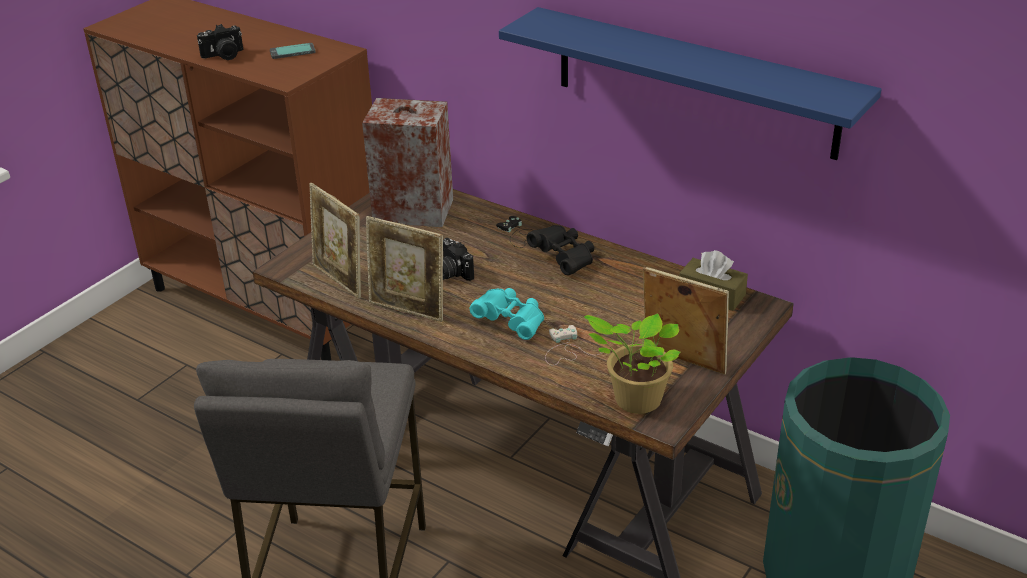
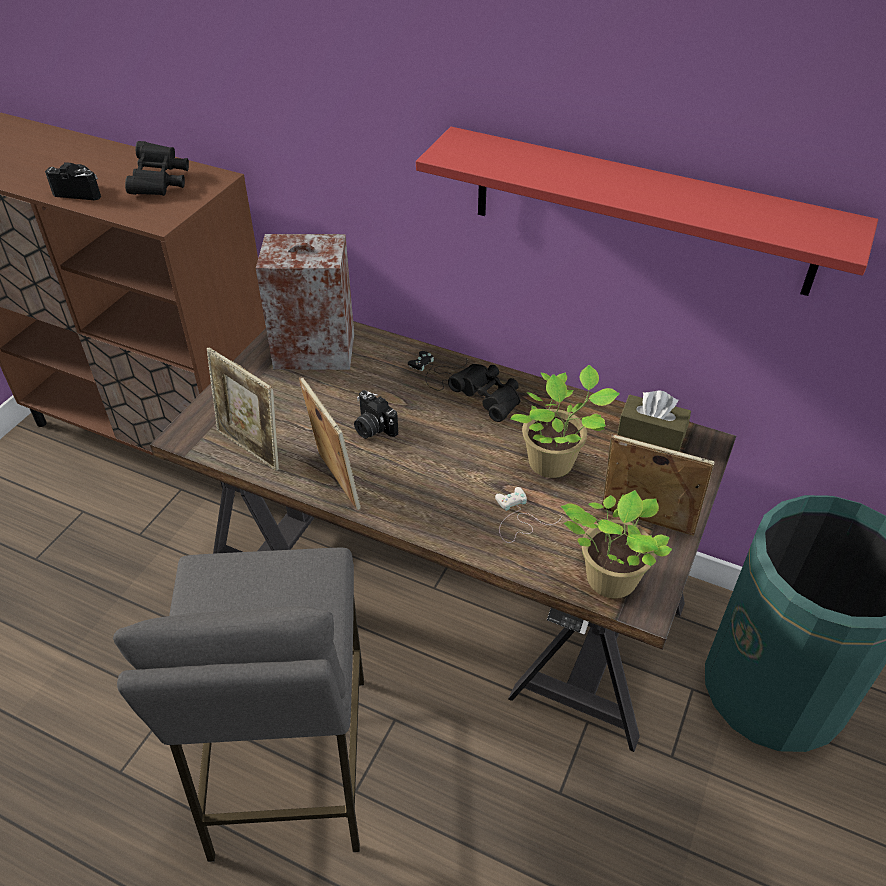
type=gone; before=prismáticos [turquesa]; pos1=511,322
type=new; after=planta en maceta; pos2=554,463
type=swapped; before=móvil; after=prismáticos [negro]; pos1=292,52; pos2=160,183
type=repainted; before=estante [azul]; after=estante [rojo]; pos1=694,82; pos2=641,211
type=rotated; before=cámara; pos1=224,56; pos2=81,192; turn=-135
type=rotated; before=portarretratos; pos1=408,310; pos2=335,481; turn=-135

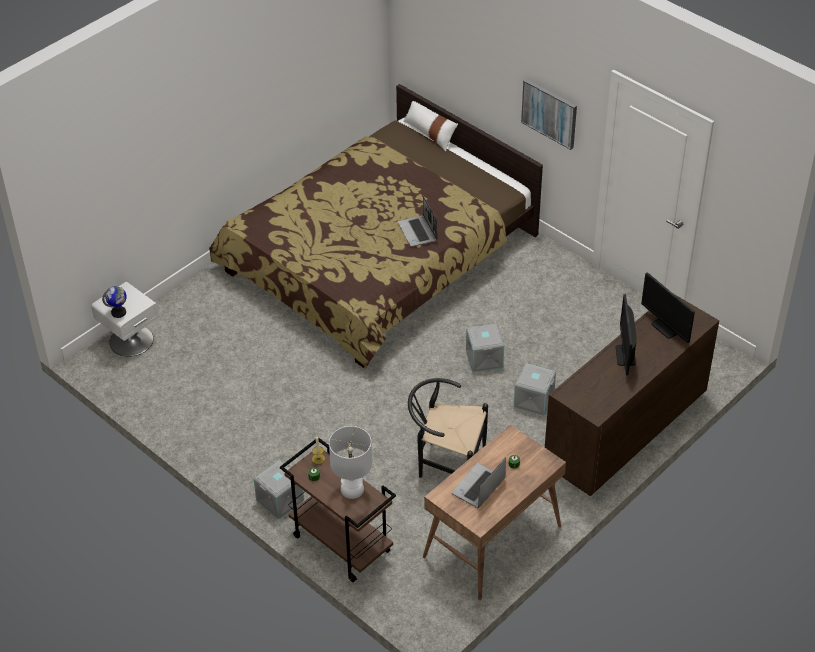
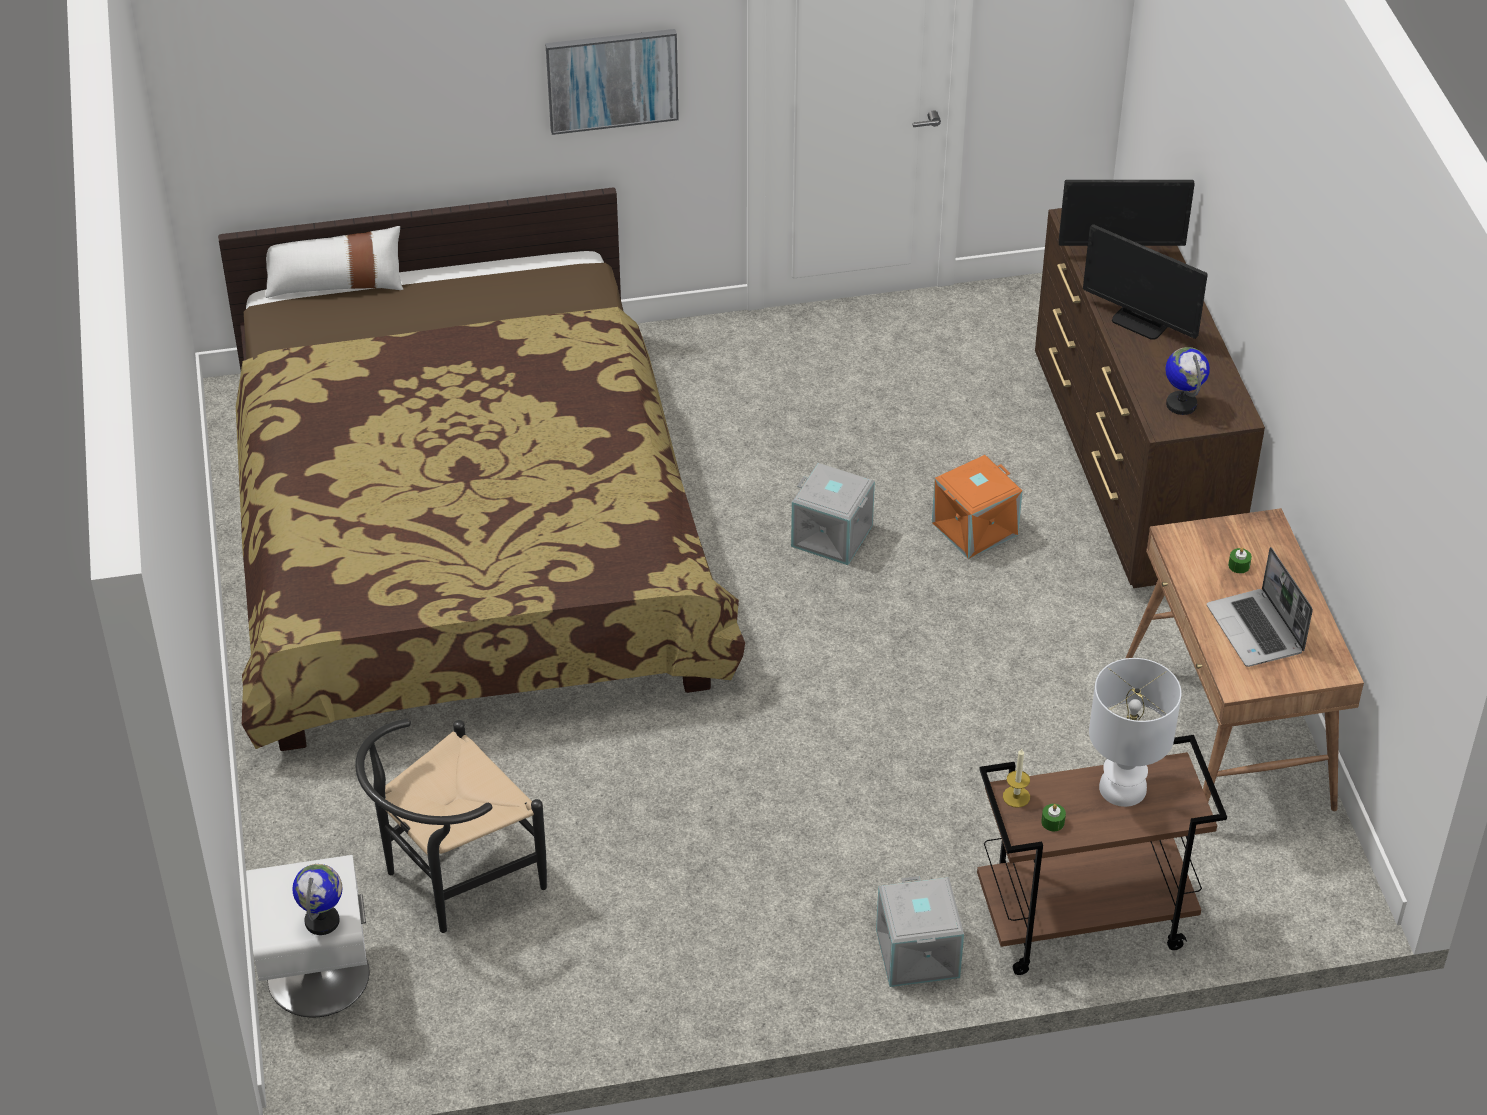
type=gone; before=portátil; pos1=418,232
type=new; after=globo terráqueo; pos2=1181,404
type=shifted; before=silla [negro]; pos1=446,463; pos2=451,880
type=repainted; before=caja de almacenaje [gris]; after=caja de almacenaje [naranja]; pos1=533,400; pos2=975,530

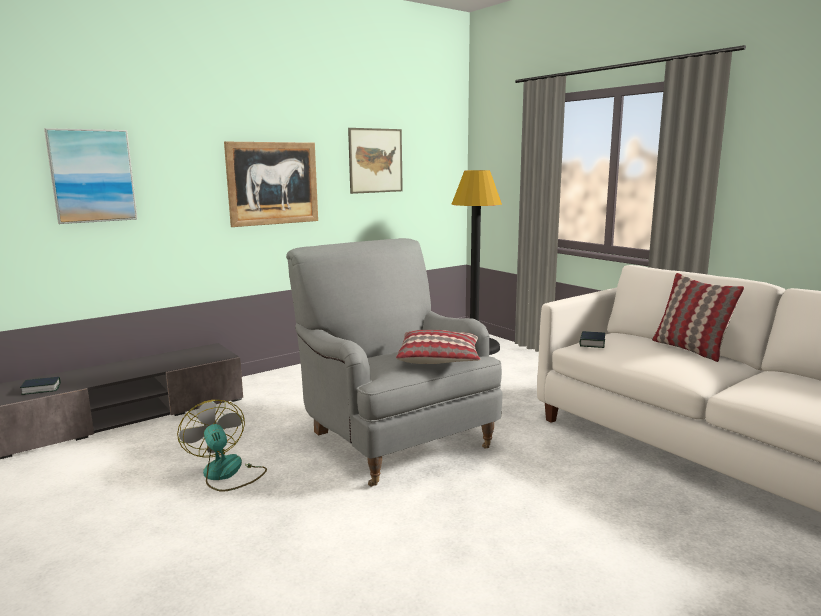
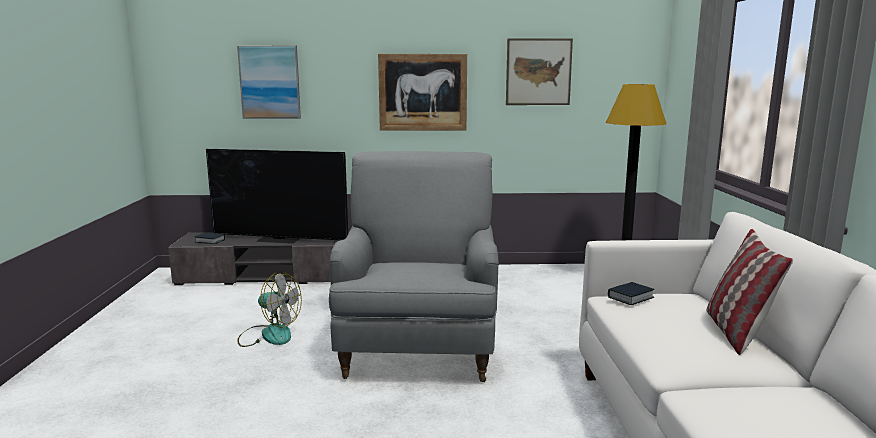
type=gone; before=cojín; pos1=440,358
type=new; after=televisor; pos2=280,239
type=rotated; before=ventilador; pos1=226,474; pos2=269,335; turn=105

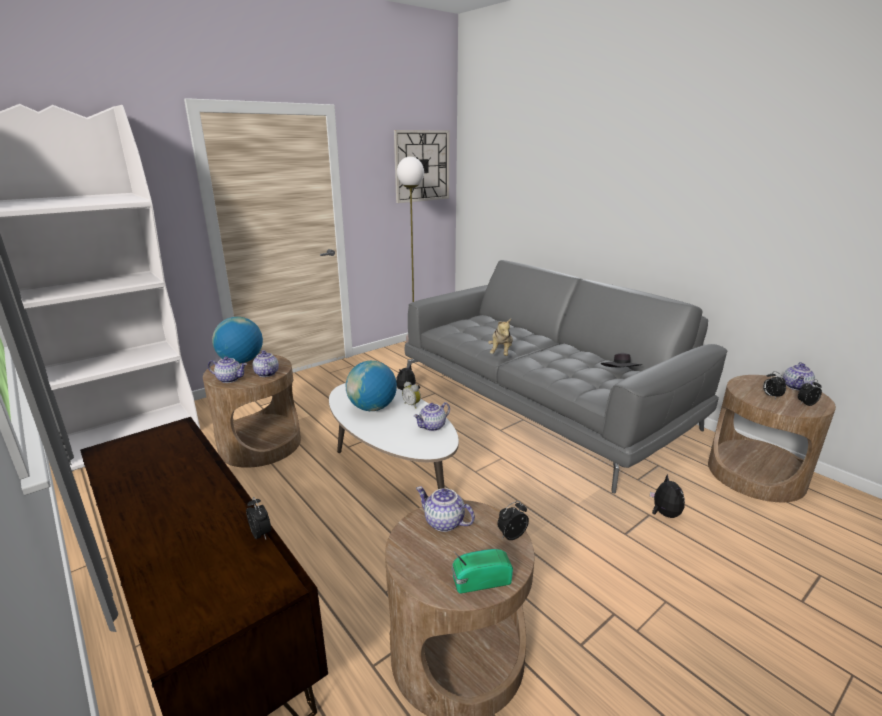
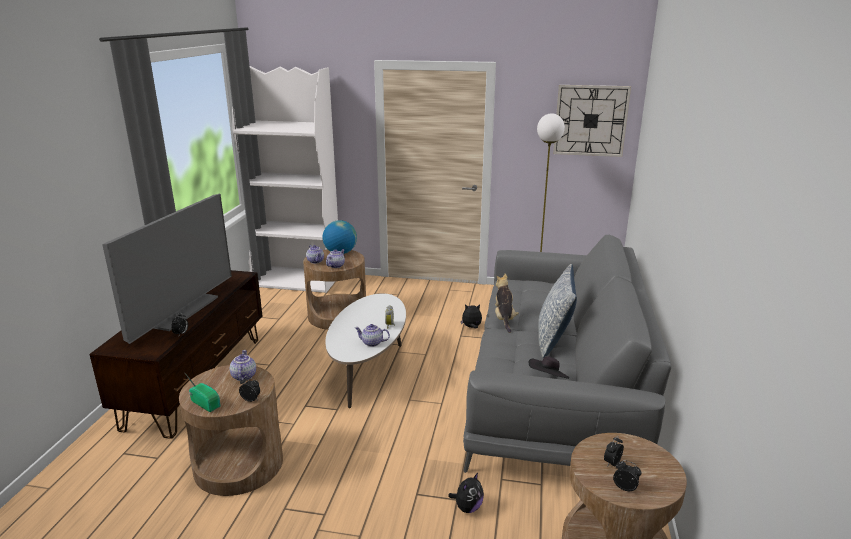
type=gone; before=globo terráqueo; pos1=372,408
type=gone; before=tetera; pos1=796,387
type=new; after=televisor; pos2=179,310
type=new; after=cojín; pos2=554,339
type=rotated; before=peluche; pos1=501,353; pos2=504,319; turn=120

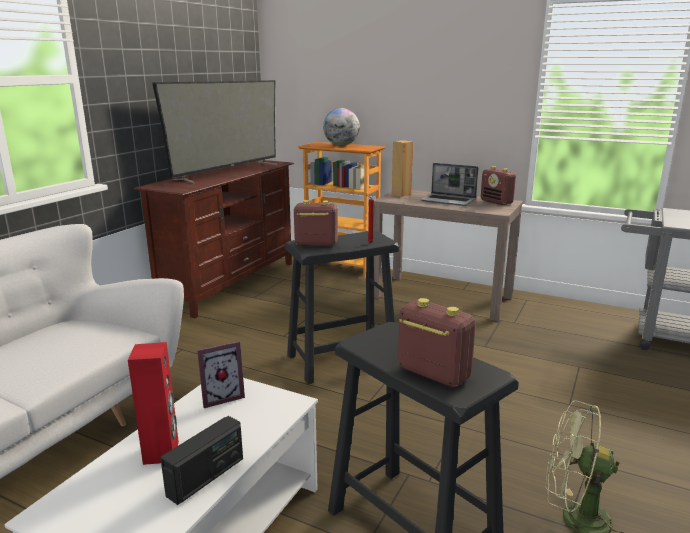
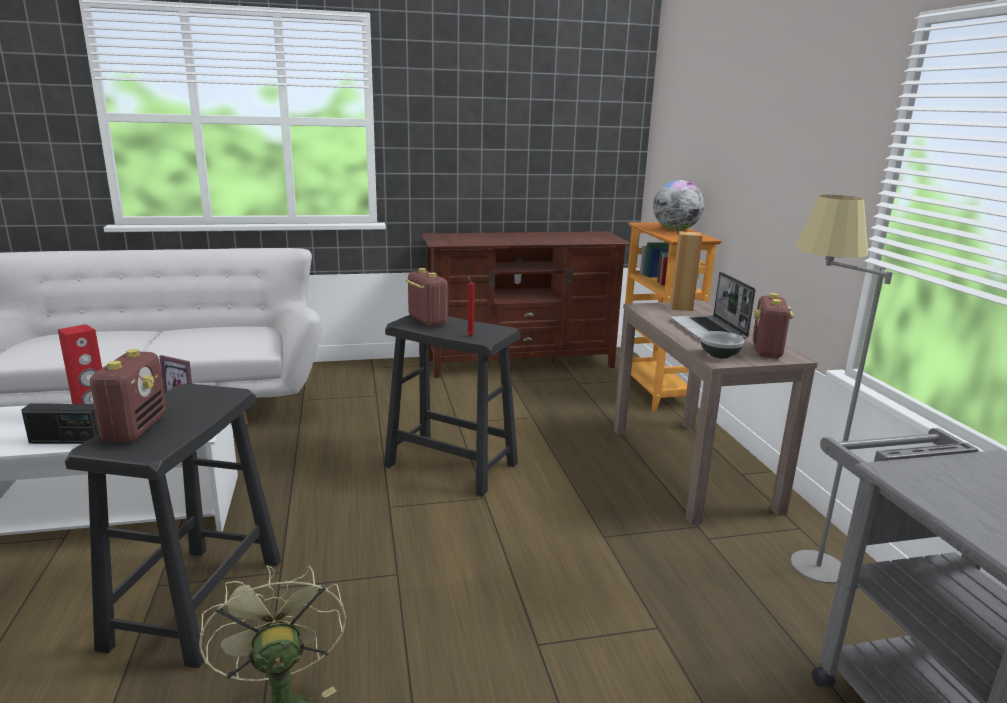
type=gone; before=televisor; pos1=227,172
type=new; after=cuenco; pos2=719,355
type=new; after=lámpara de pie [gris]; pos2=793,565

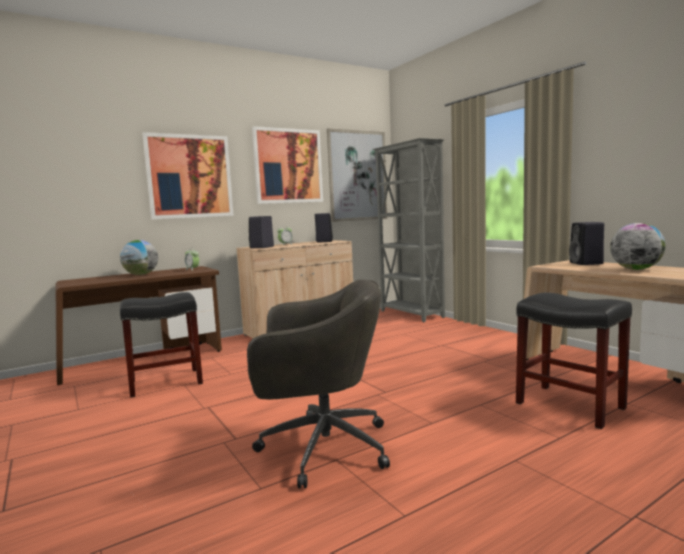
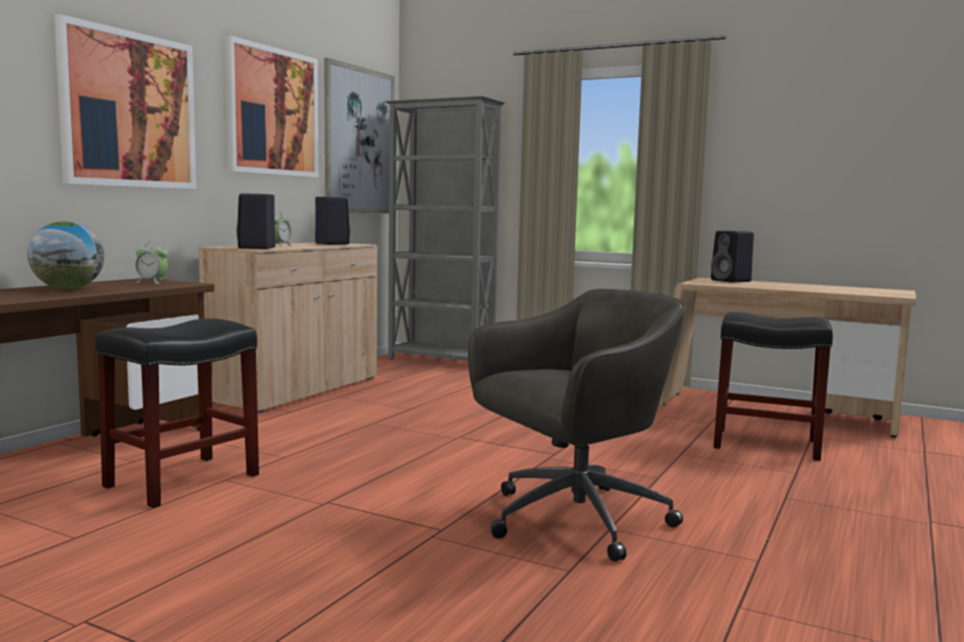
type=gone; before=globo terráqueo; pos1=636,269

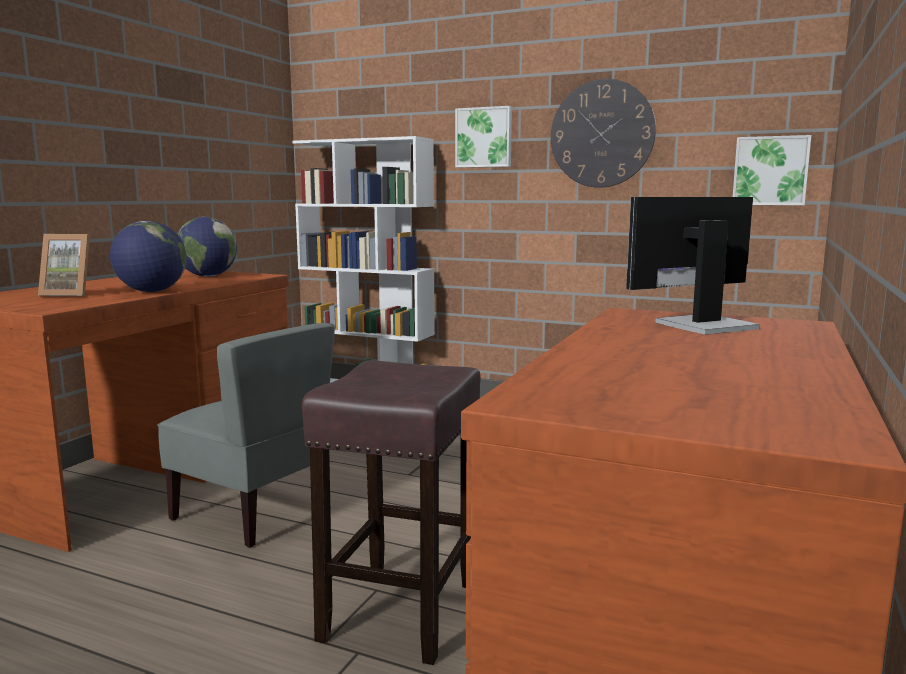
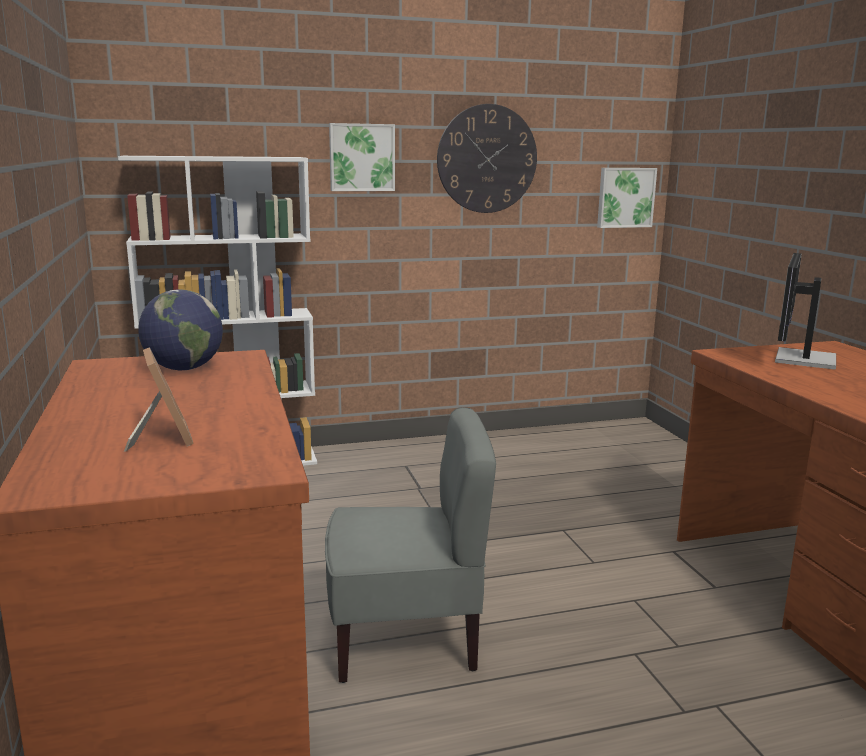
type=gone; before=globo terráqueo; pos1=151,291
type=gone; before=taburete [marrón]; pos1=401,609
type=rotated; before=portarretratos; pos1=70,294; pos2=162,438; turn=-75

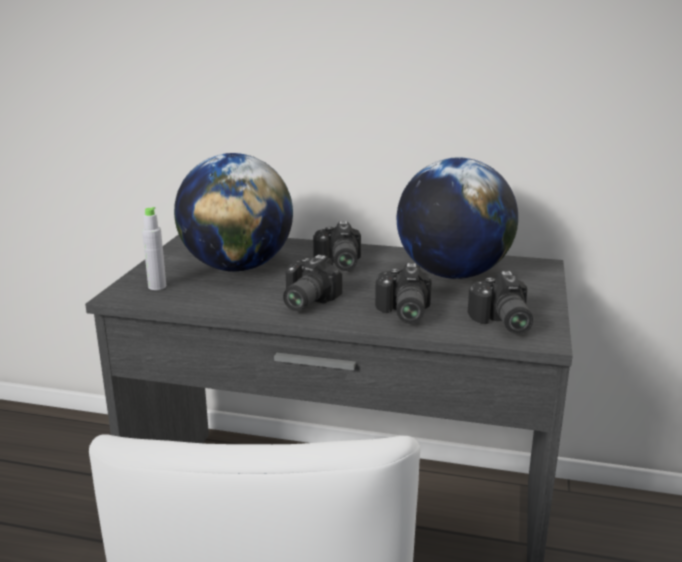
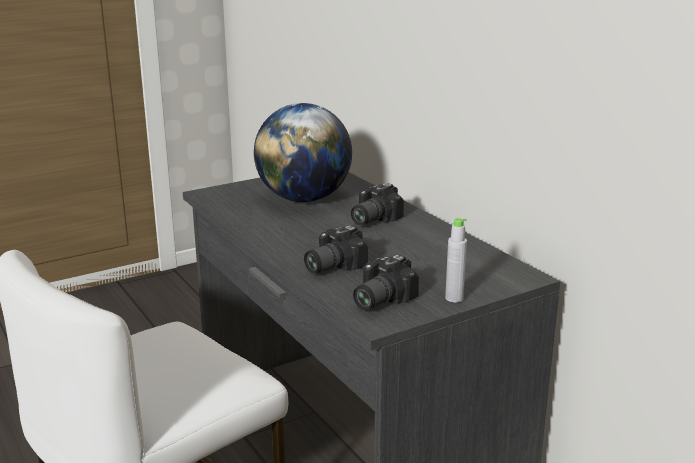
type=gone; before=cámara; pos1=304,301
type=gone; before=globo terráqueo; pos1=453,274
type=shifted; before=botella [gris]; pos1=157,286; pos2=454,298

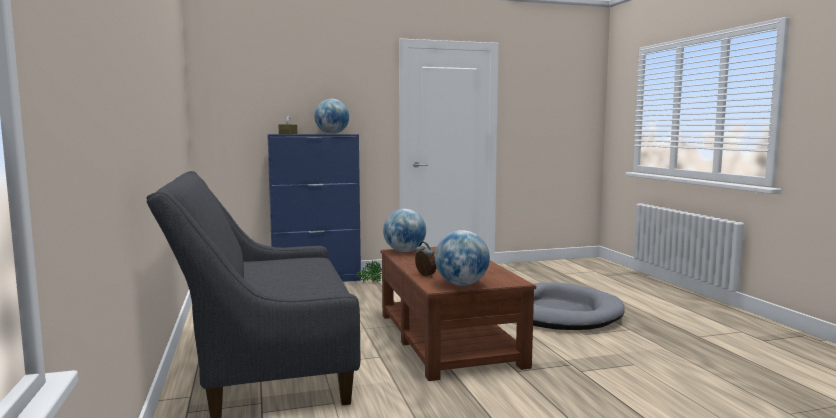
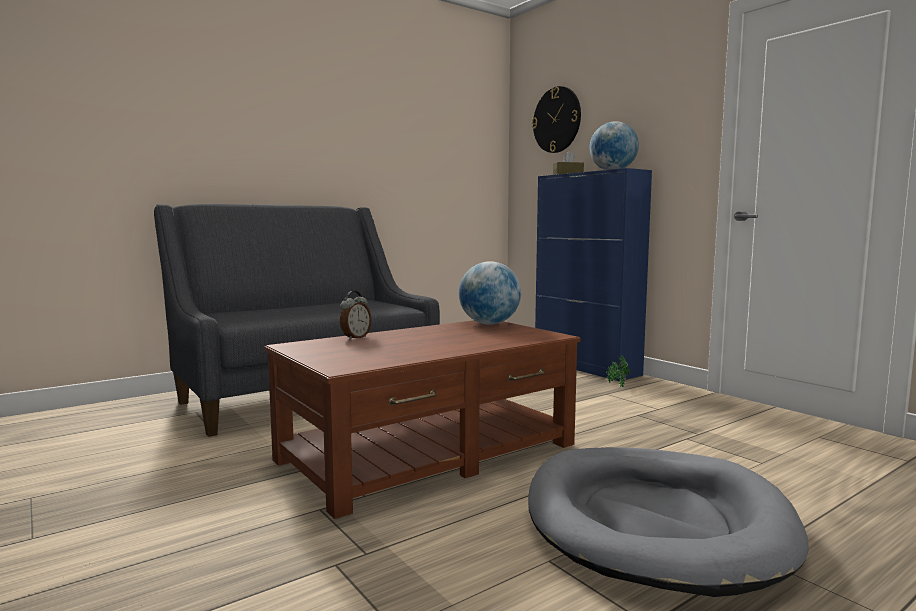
type=gone; before=globo terráqueo; pos1=461,284
type=new; after=reloj de pared; pos2=557,120

